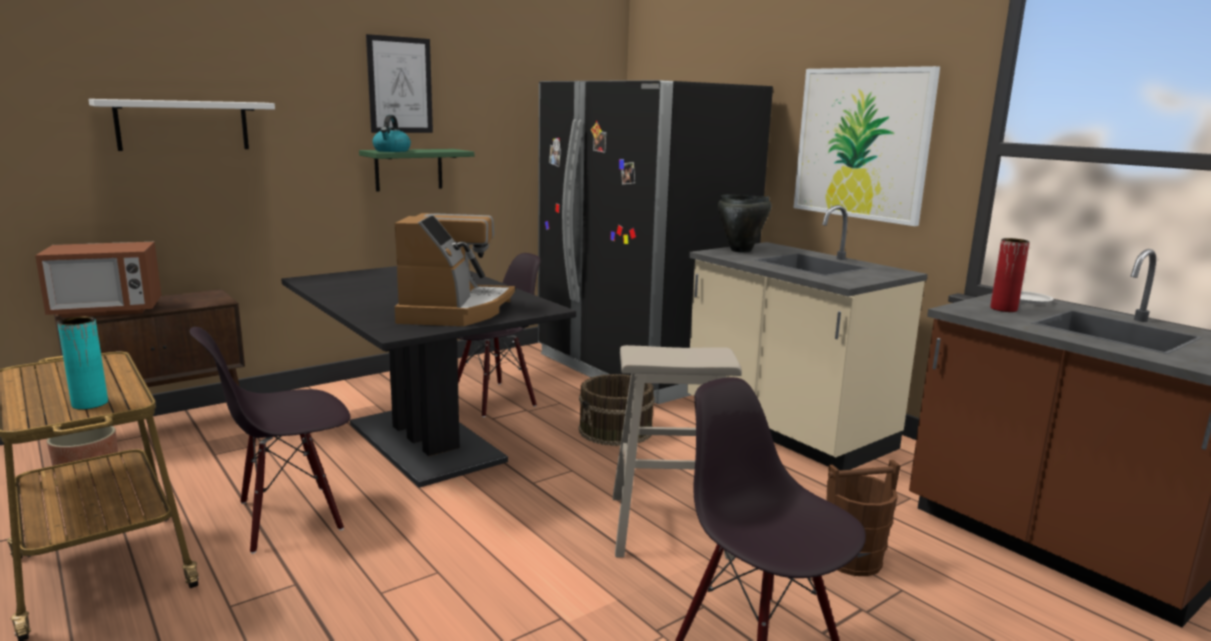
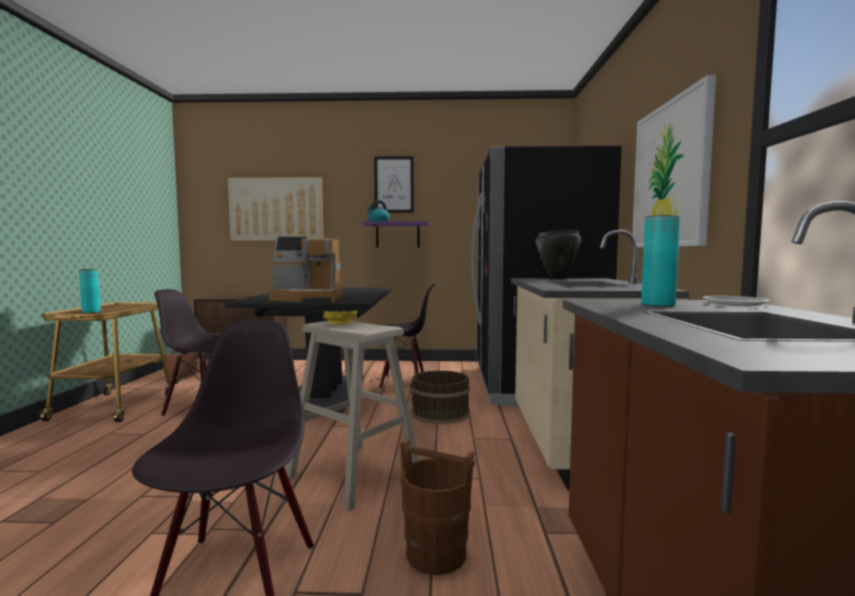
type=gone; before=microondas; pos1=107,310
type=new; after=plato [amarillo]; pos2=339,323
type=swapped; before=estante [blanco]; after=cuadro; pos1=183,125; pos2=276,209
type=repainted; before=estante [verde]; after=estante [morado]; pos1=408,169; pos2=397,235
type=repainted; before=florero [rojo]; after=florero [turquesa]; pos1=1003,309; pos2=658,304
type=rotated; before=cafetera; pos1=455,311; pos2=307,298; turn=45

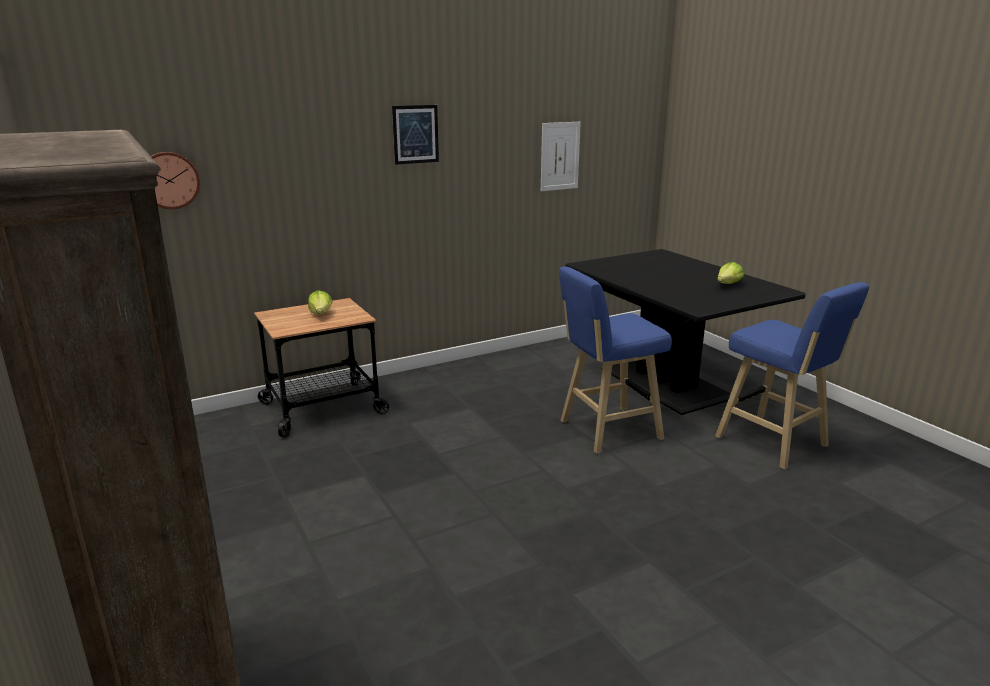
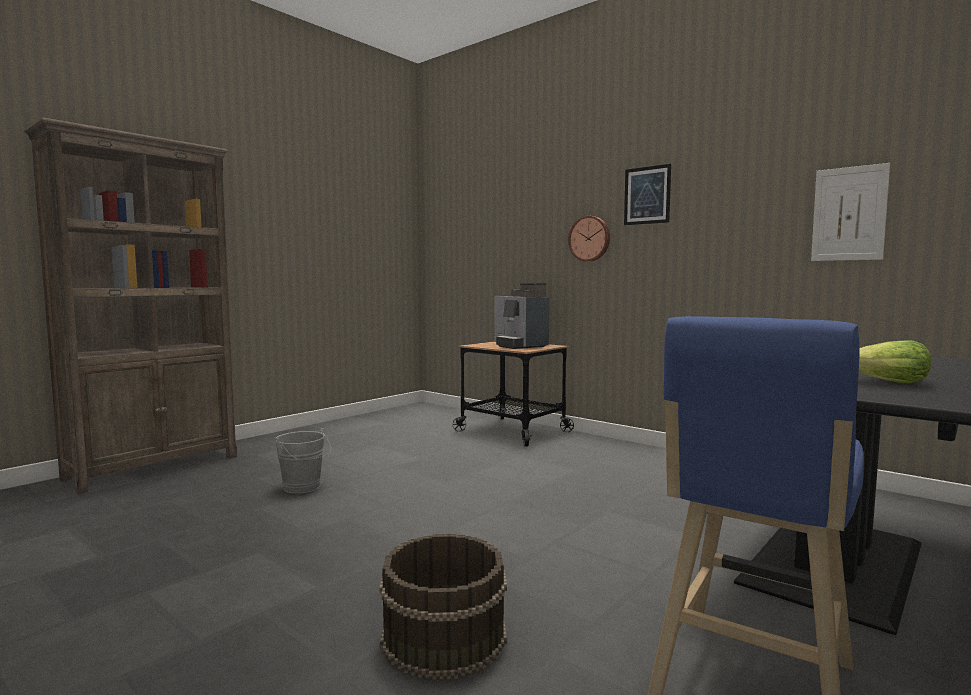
type=gone; before=taburete [azul]; pos1=606,431
type=new; after=cubo [gris]; pos2=304,488
type=new; after=cubo [marrón]; pos2=442,636
type=shifted; before=reloj de pared; pos1=169,180; pos2=590,239
type=swapped; before=lechuga; after=cafetera; pos1=321,314; pos2=519,345

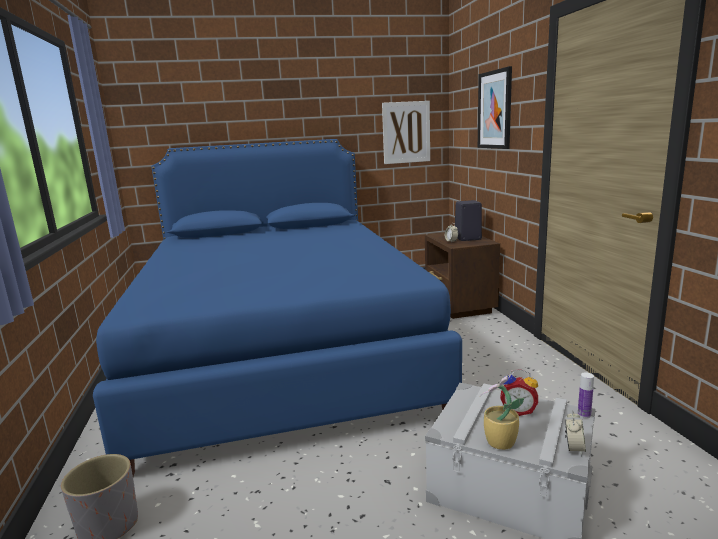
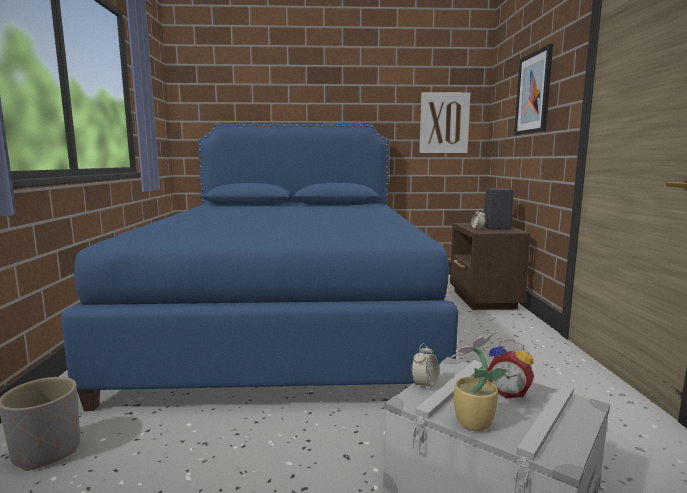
type=gone; before=botella; pos1=584,414
type=shifted; before=despertador; pos1=574,449; pos2=424,384

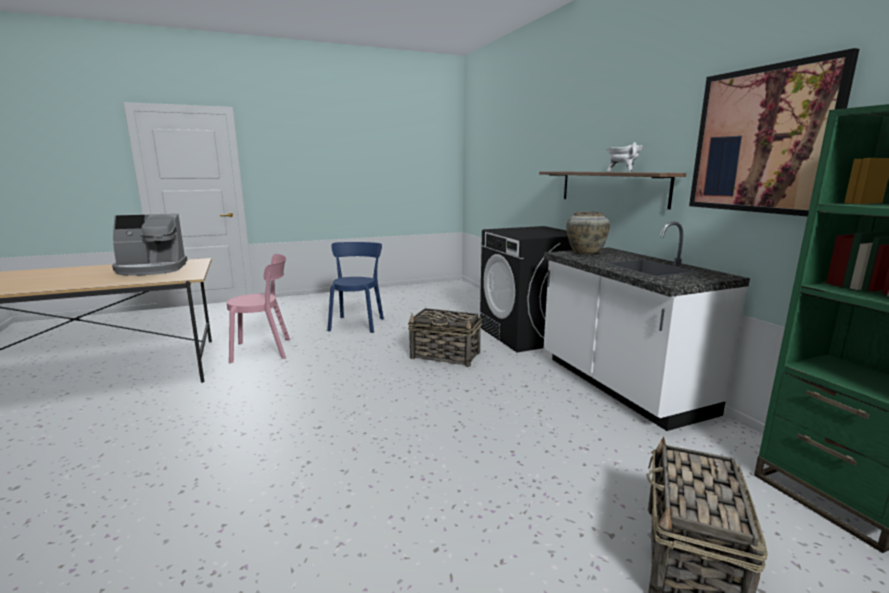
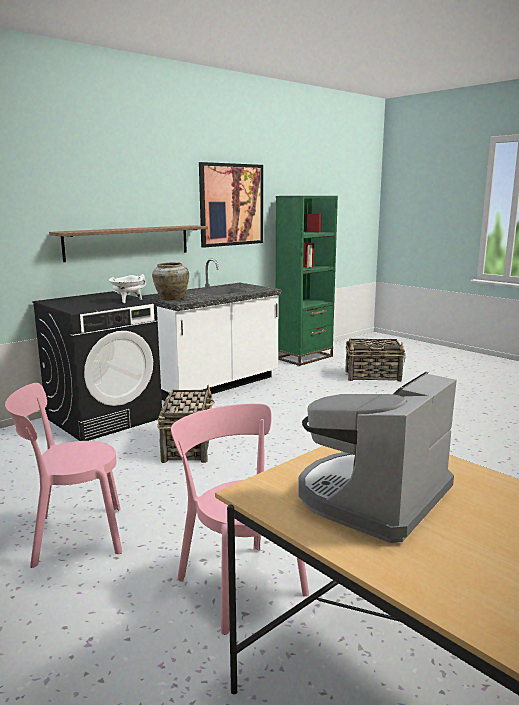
type=shifted; before=olla [blanco]; pos1=622,172; pos2=128,301
type=repainted; before=silla [azul]; after=silla [rosa]; pos1=357,323; pos2=72,536
type=rotated; before=cafetera; pos1=151,269; pos2=372,498; turn=-105

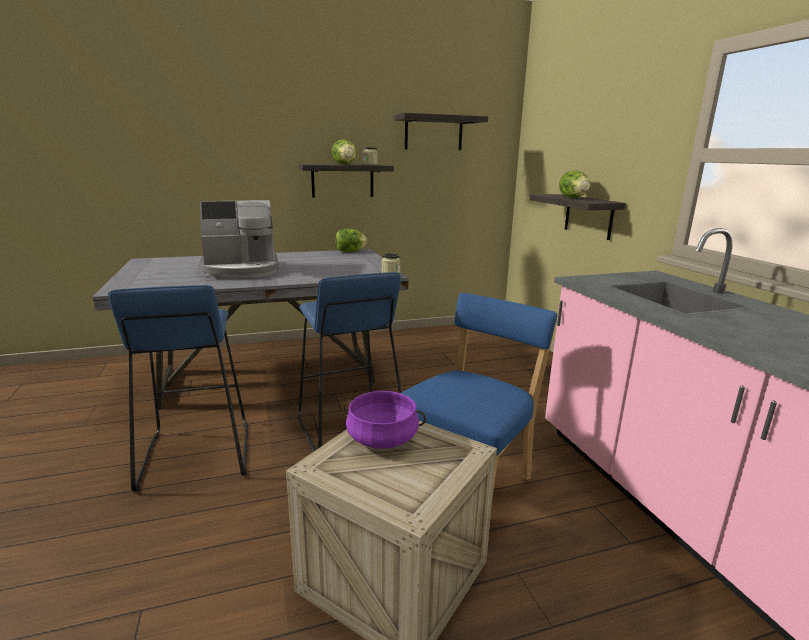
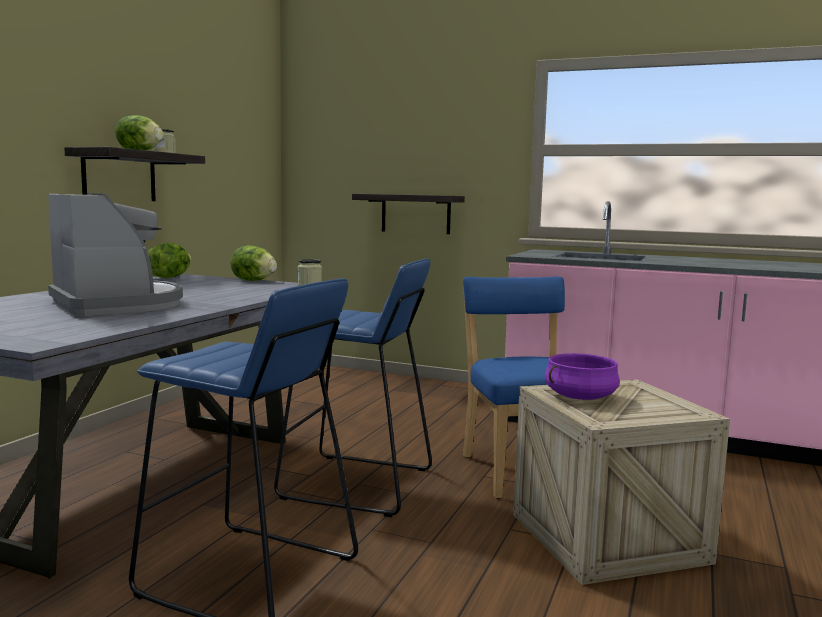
type=gone; before=estante; pos1=433,133
type=shifted; before=lechuga; pos1=573,197; pos2=253,281
type=rotated; before=cafetera; pos1=241,270; pos2=117,304; turn=-60

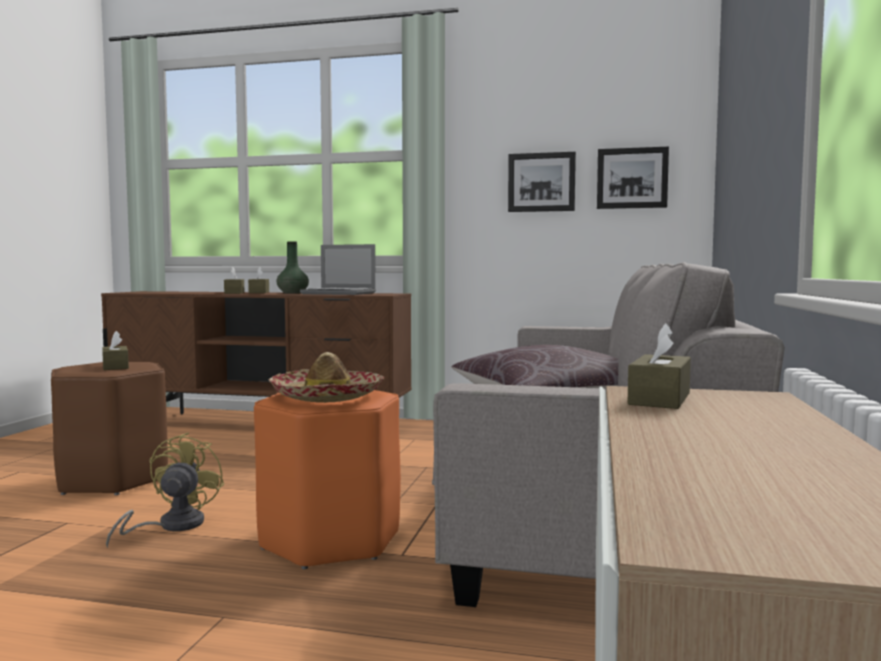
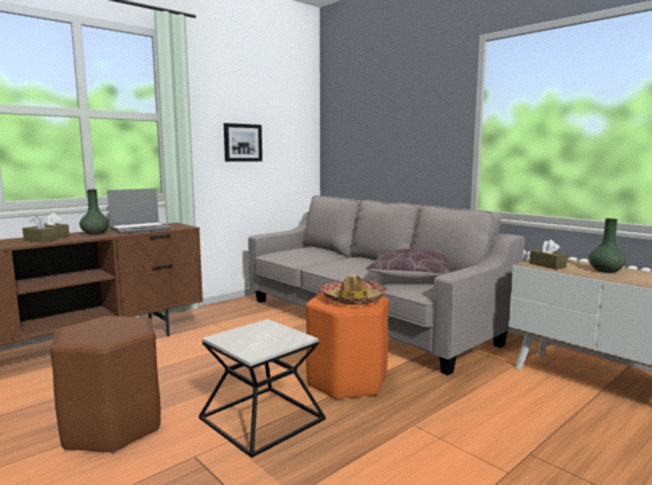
type=gone; before=caja de pañuelos [marrón]; pos1=115,366
type=gone; before=cuadro; pos1=632,178
type=new; after=florero [verde]; pos2=605,270
type=swapped; before=ventilador [amarillo]; after=mesa auxiliar; pos1=171,526; pos2=262,419

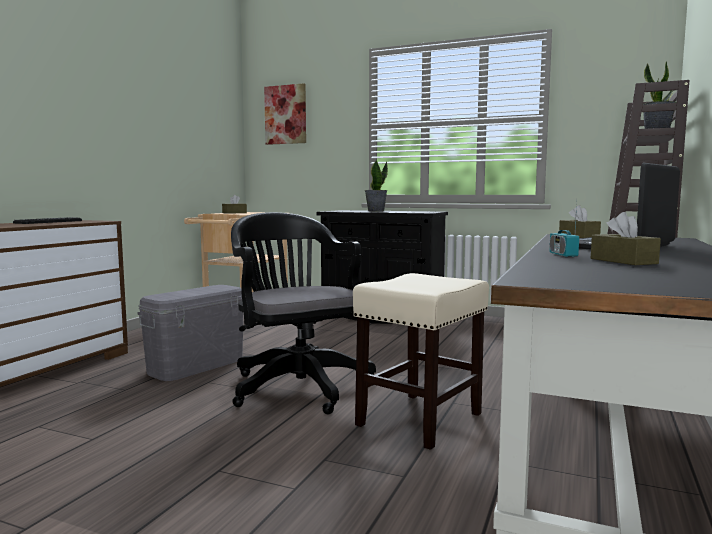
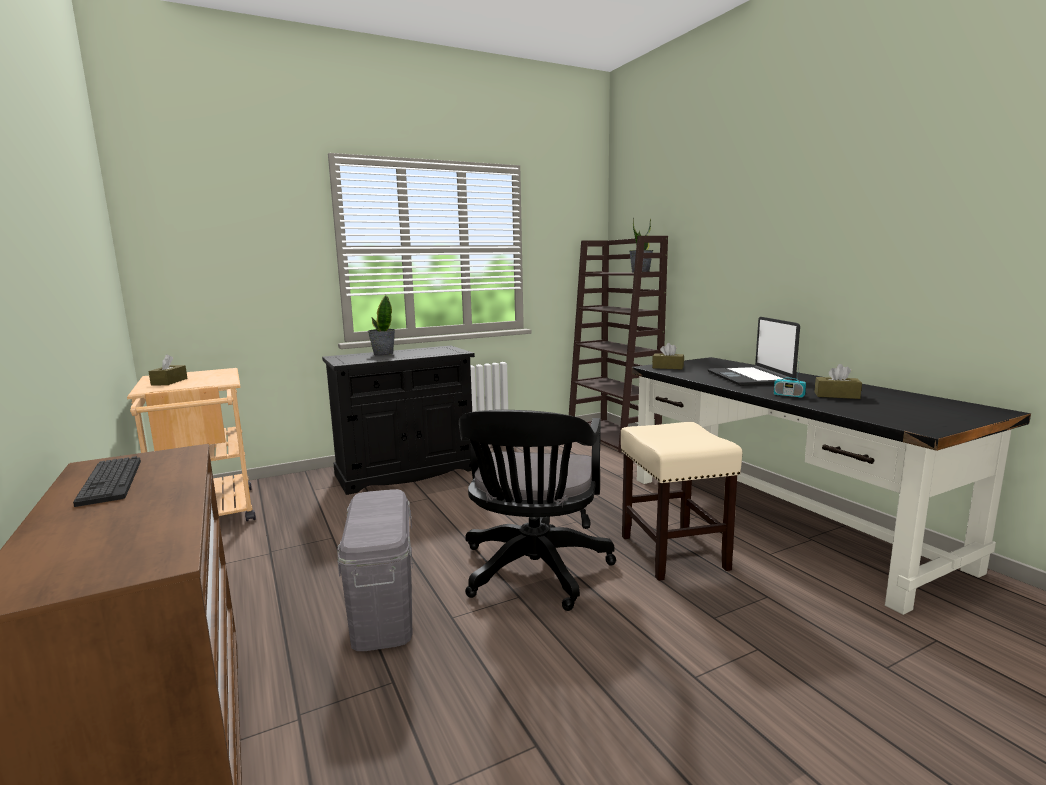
type=gone; before=cuadro; pos1=285,114
type=rotated; before=silla de oficina [negro]; pos1=297,385; pos2=533,573; turn=-90

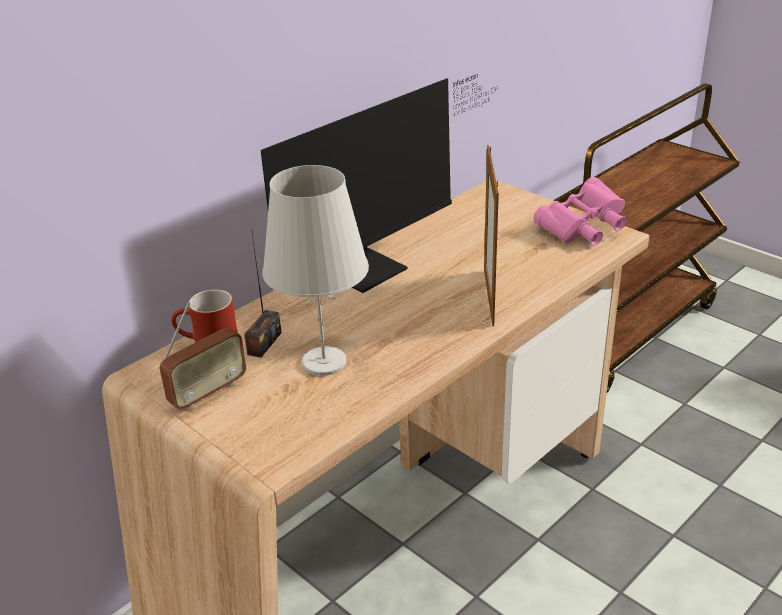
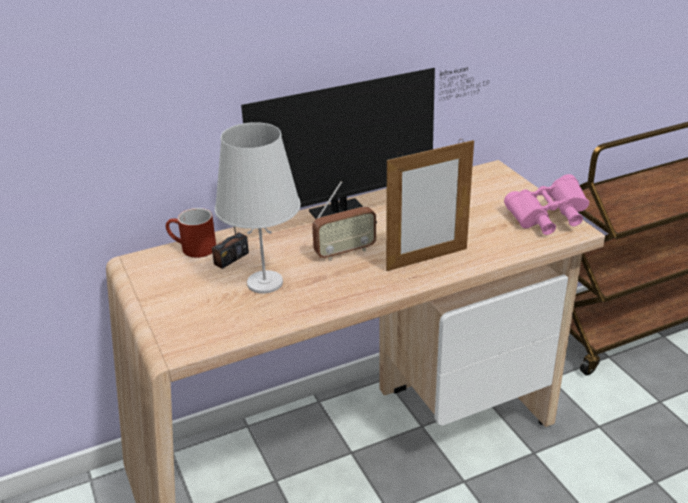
type=shifted; before=radio; pos1=208,393; pos2=345,252
type=rotated; before=portarretratos; pos1=489,296; pos2=427,259; turn=-135

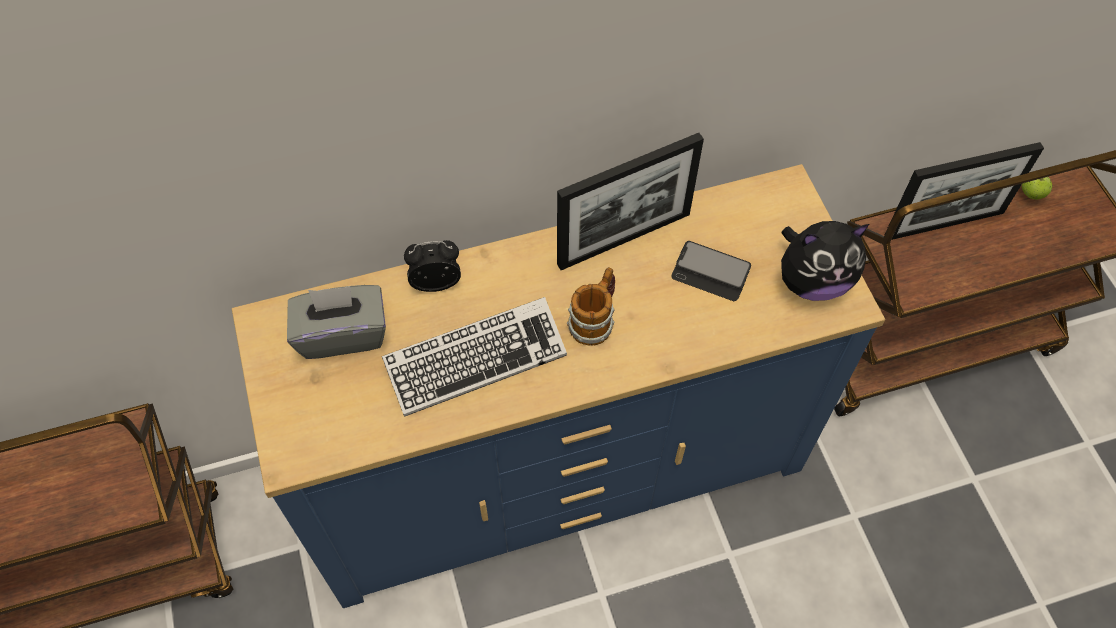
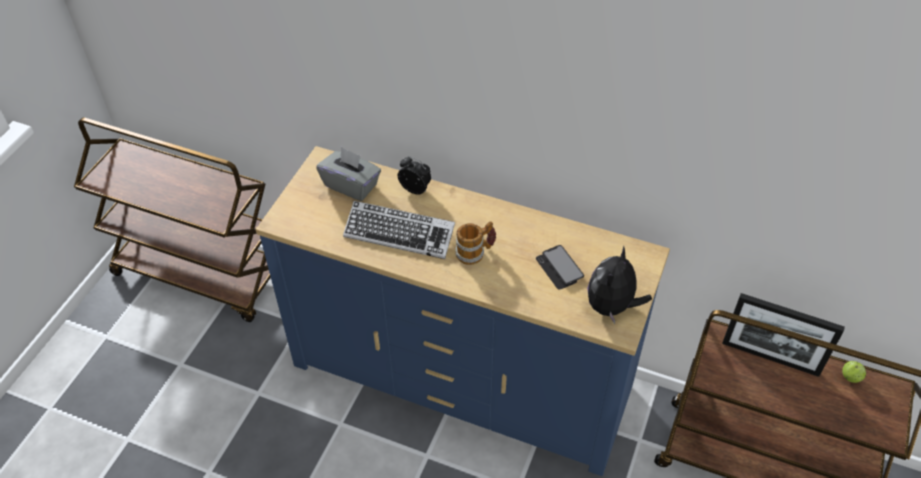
type=gone; before=portarretratos; pos1=624,239
type=rotated; before=peluche; pos1=812,281; pos2=612,306; turn=90

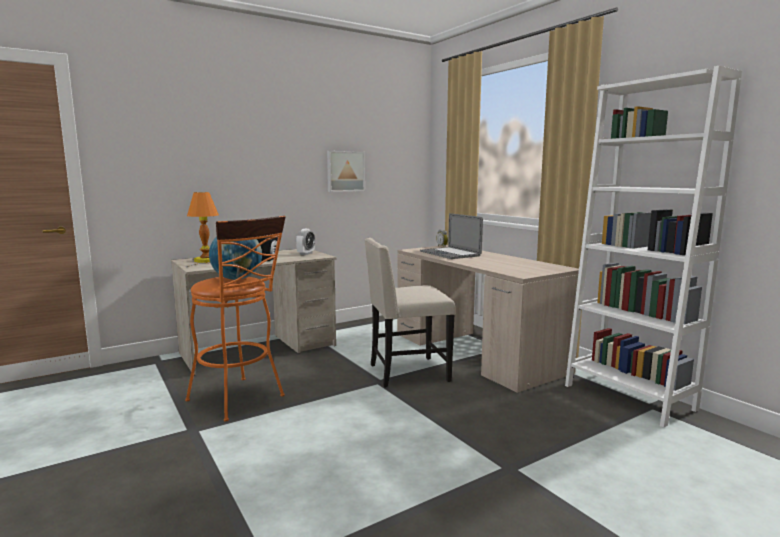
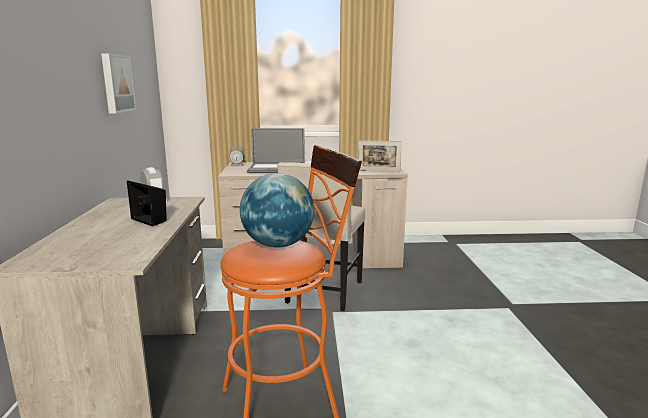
type=gone; before=lámpara de mesa; pos1=206,261
type=gone; before=estantería [blanco]; pos1=628,397
type=new; after=portarretratos; pos2=378,171

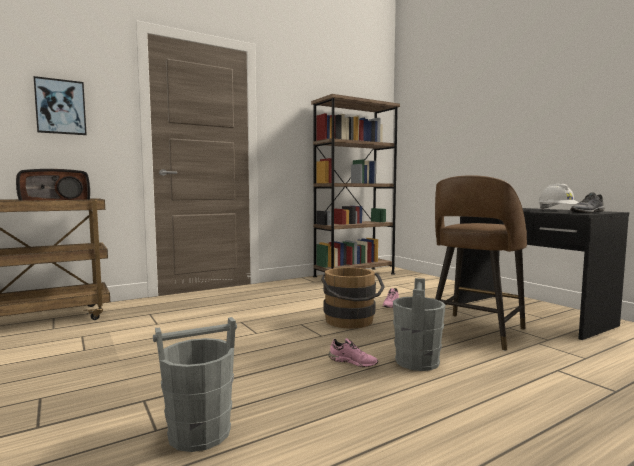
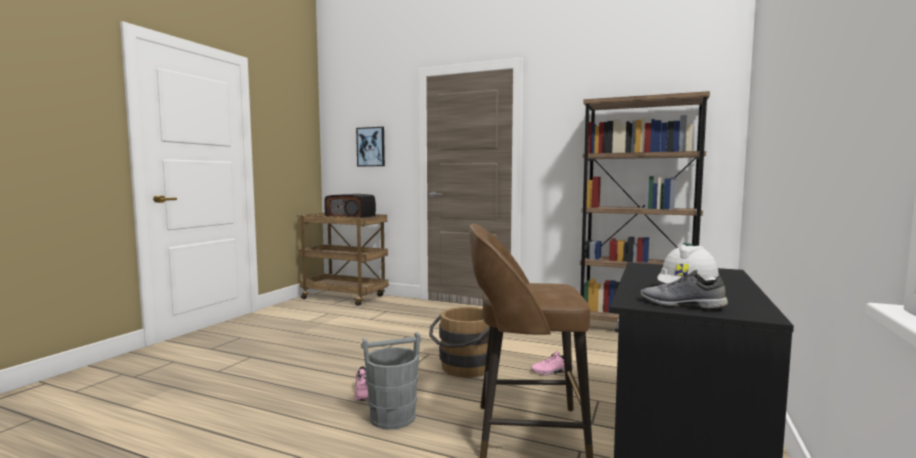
type=gone; before=cubo [gris]; pos1=199,433

